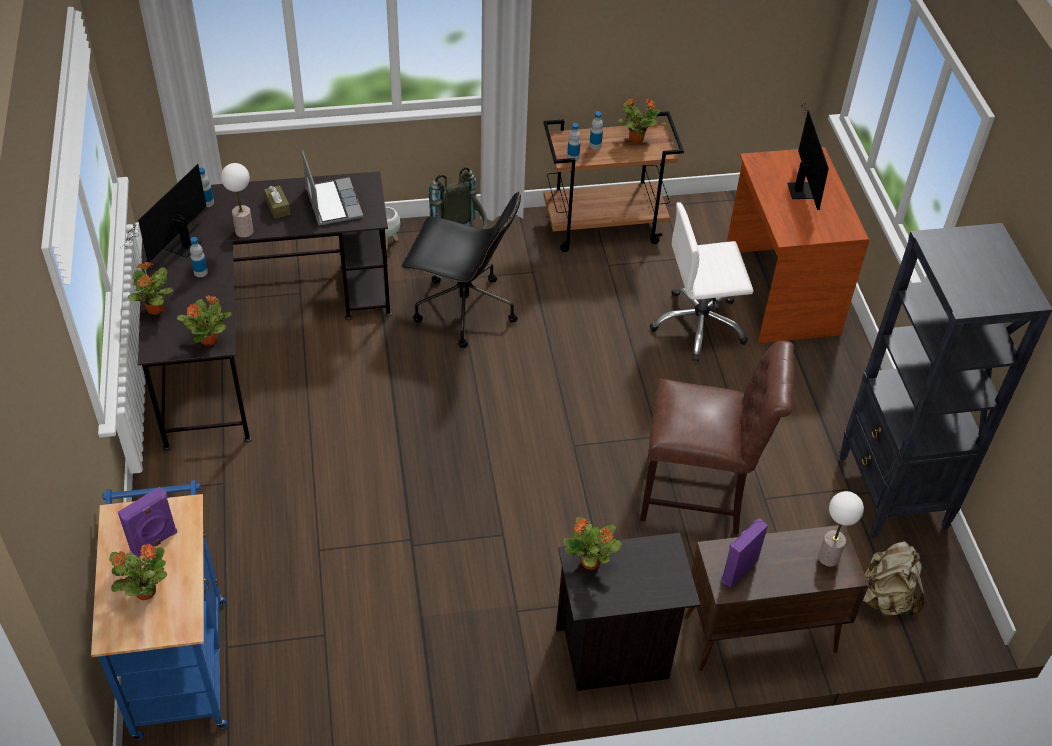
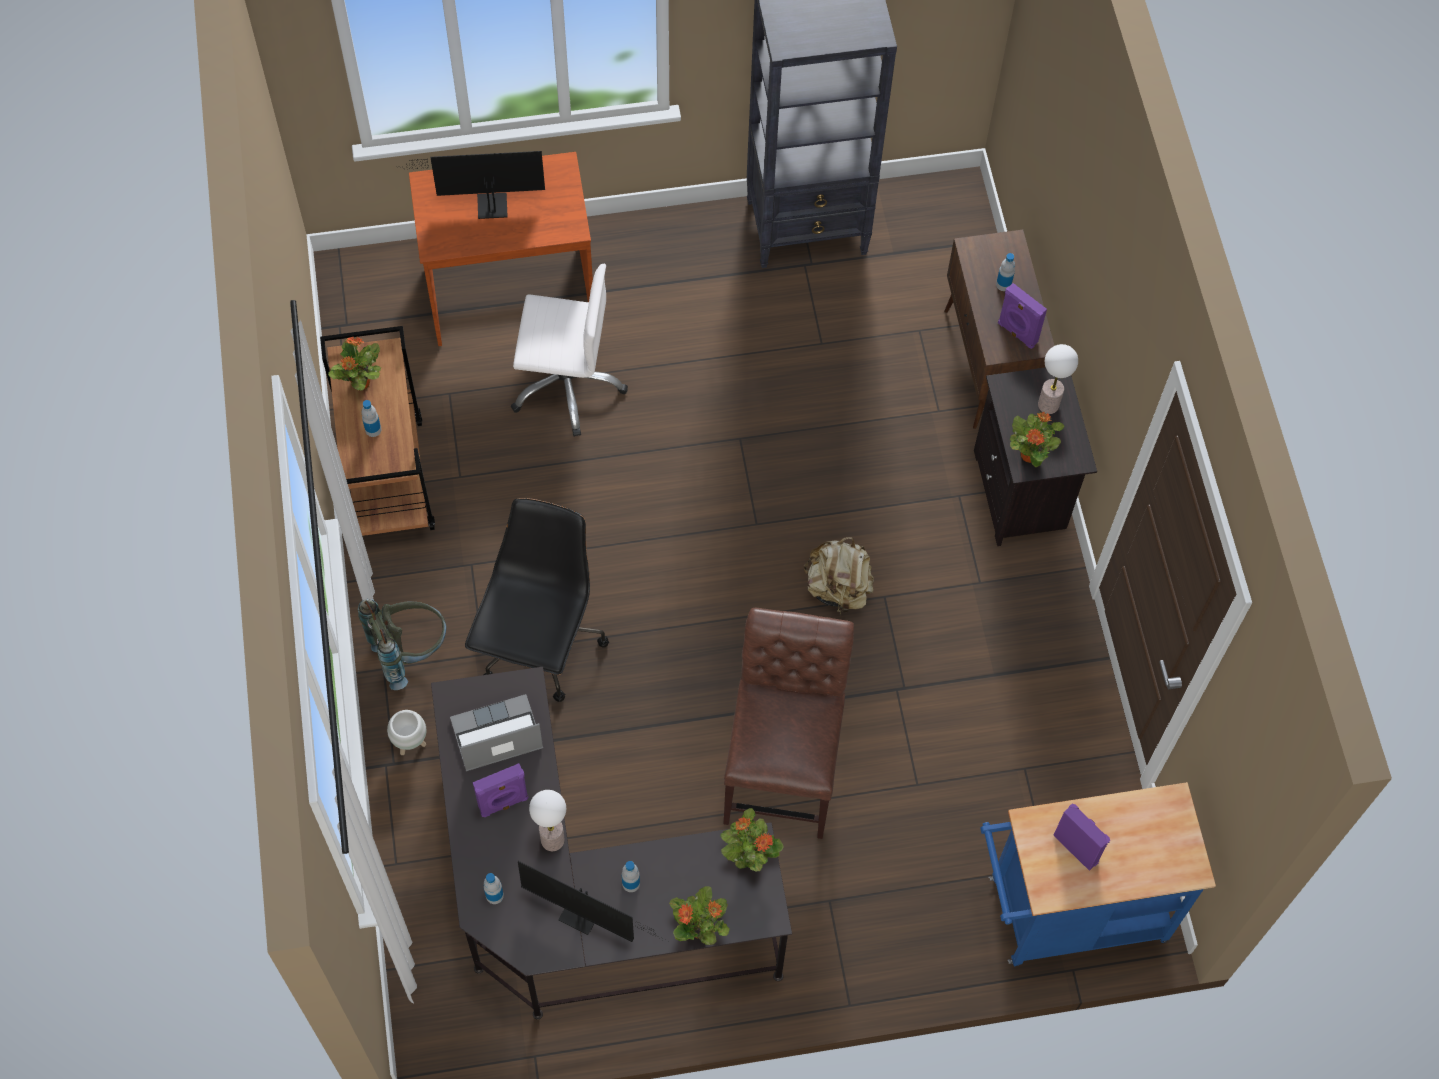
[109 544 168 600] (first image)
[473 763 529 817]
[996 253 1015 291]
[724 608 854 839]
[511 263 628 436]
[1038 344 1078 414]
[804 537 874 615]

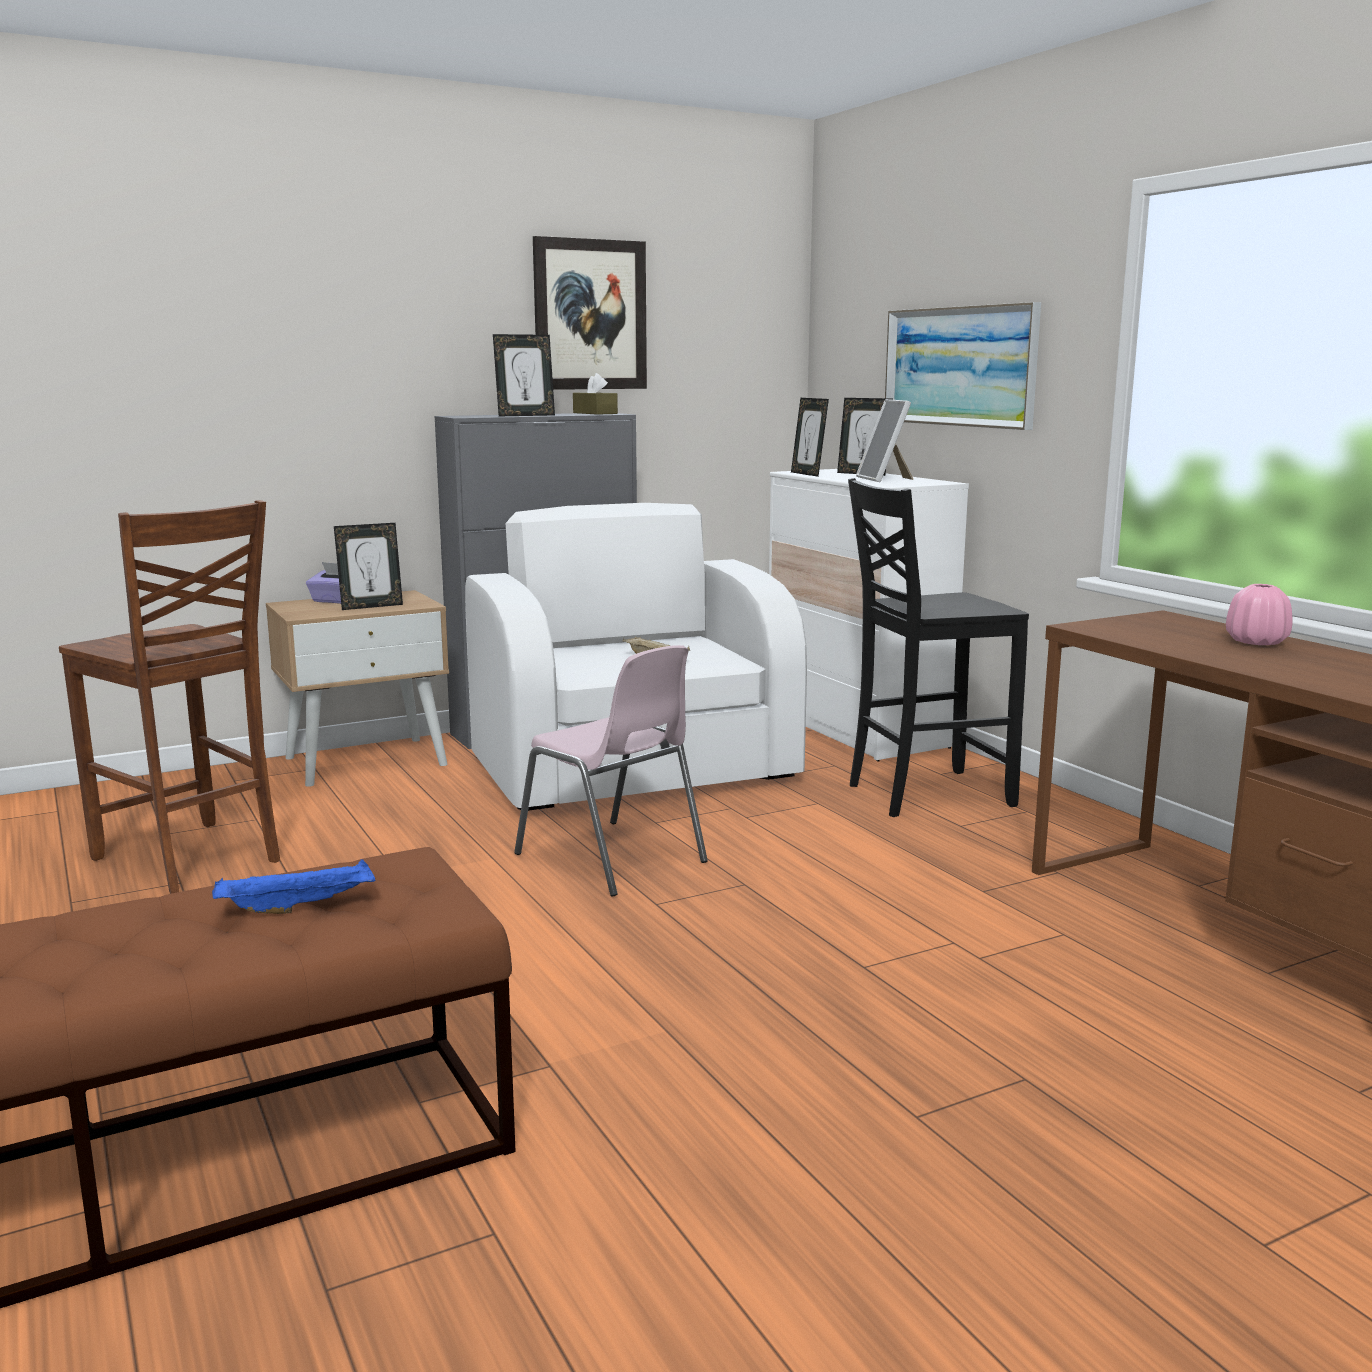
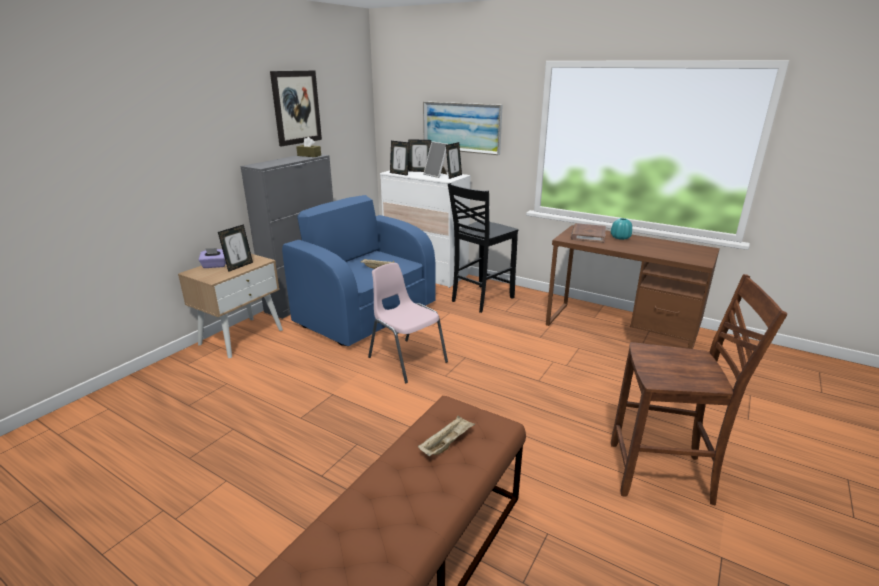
[611 274 787 505]
[418 416 475 456]
[282 195 436 346]
[446 142 462 179]
[368 263 448 383]
[611 218 632 240]
[571 223 606 243]

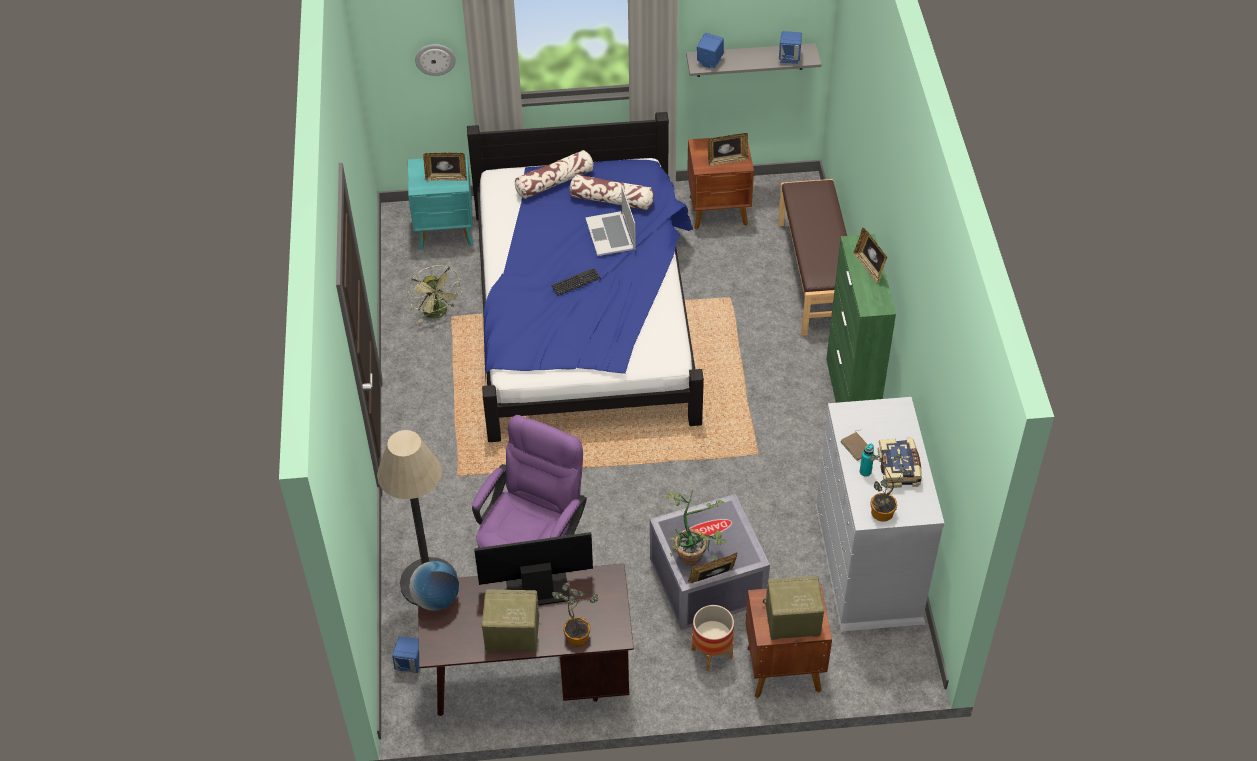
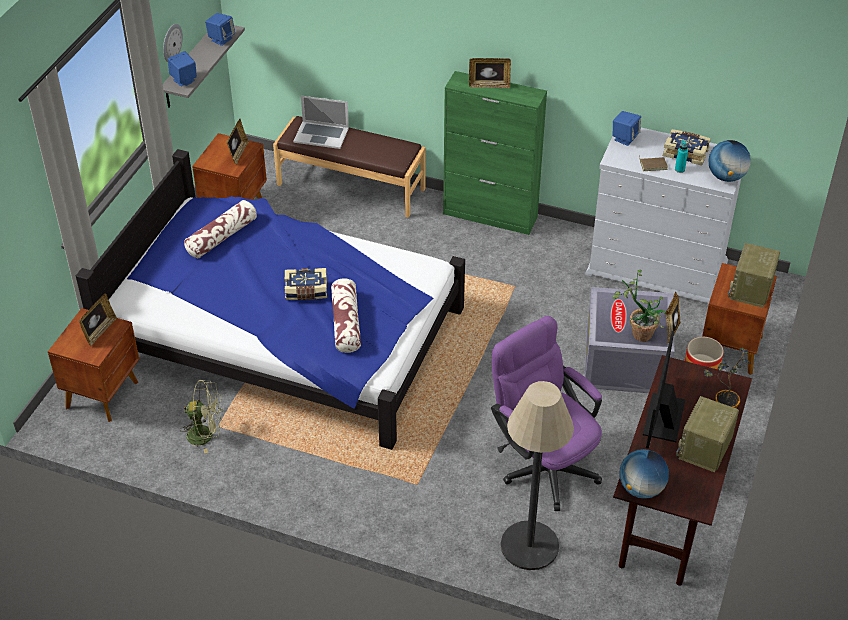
[613 111 641 146]
[48 308 139 422]
[163 24 183 62]
[331 278 361 353]
[285 268 327 300]
[293 96 349 149]
[709 140 751 182]

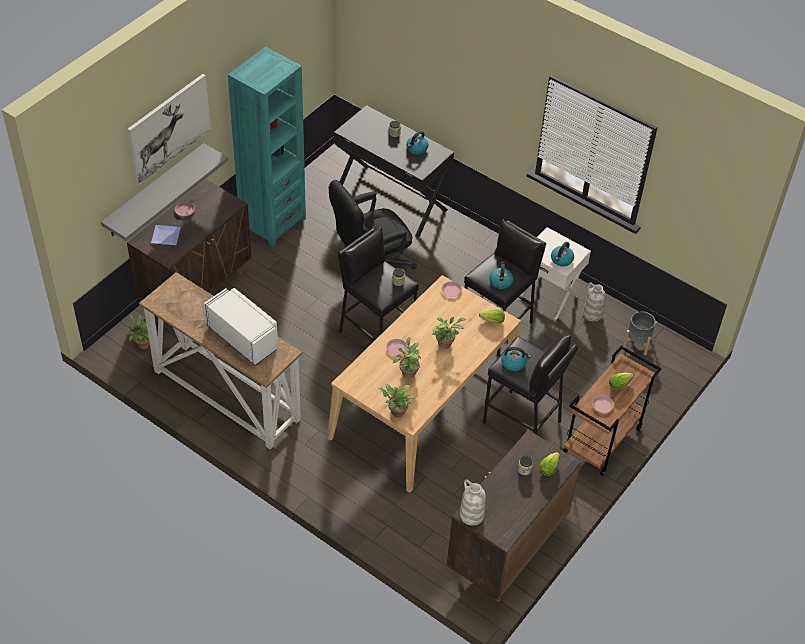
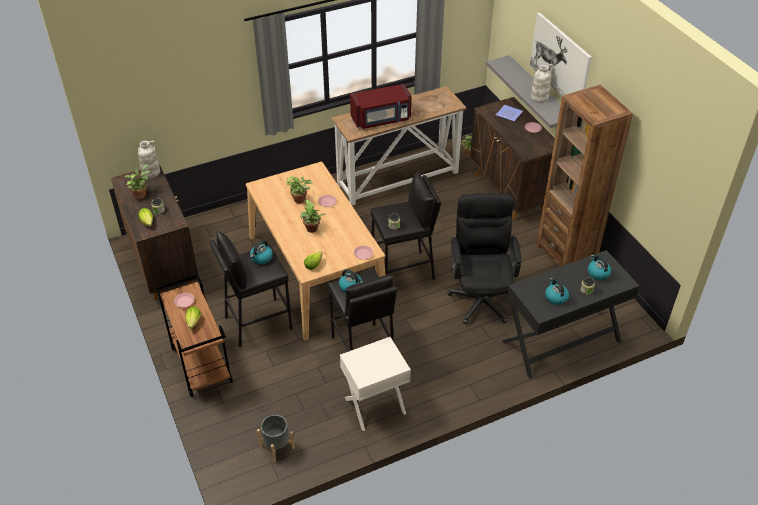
[350 84 411 129]
[537 85 633 267]
[124 165 150 199]
[588 255 611 280]
[531 64 553 103]

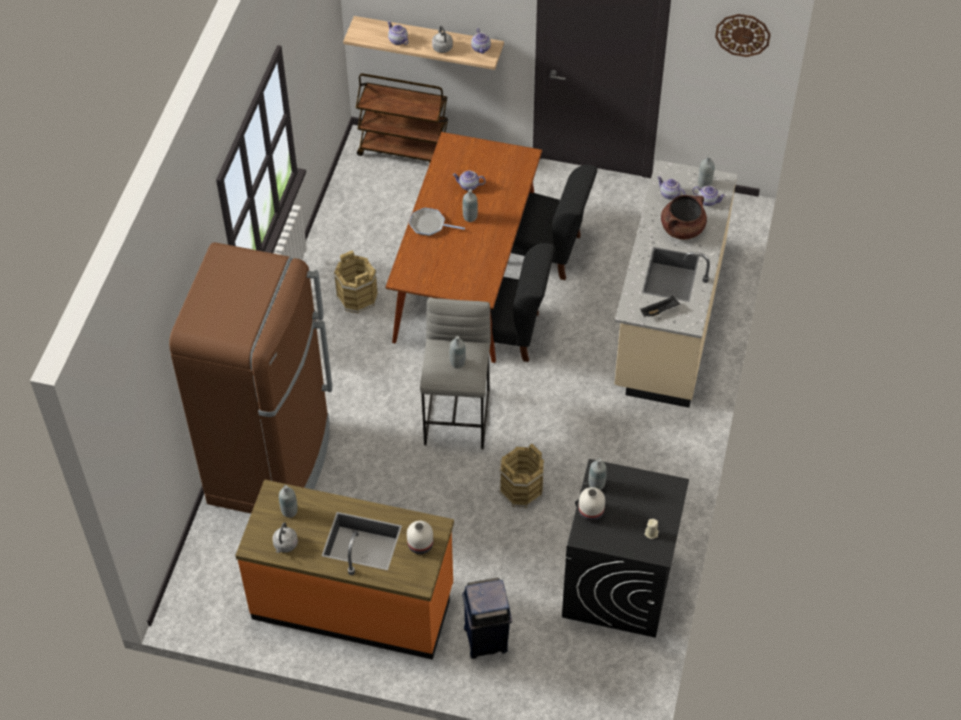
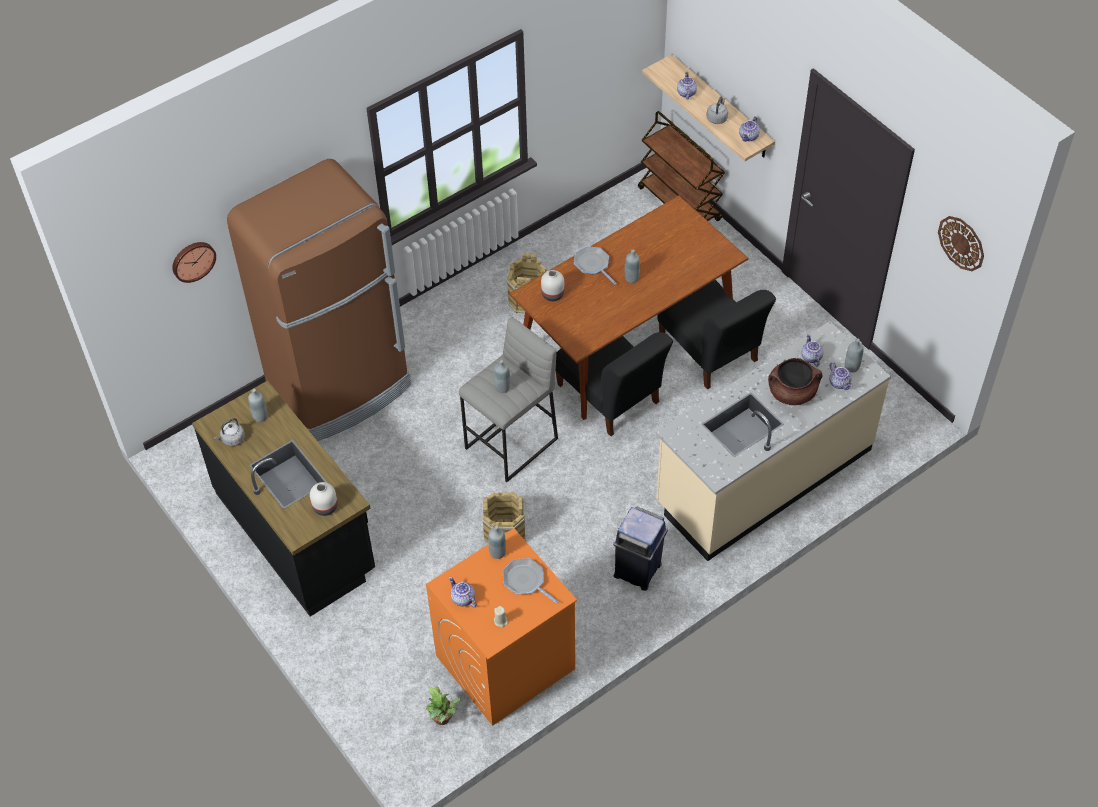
[192 381 375 617]
[449 577 477 608]
[613 506 668 591]
[426 528 577 726]
[541 270 564 301]
[640 296 681 317] (first image)
[172 242 216 283]
[426 686 461 725]
[503 558 559 604]

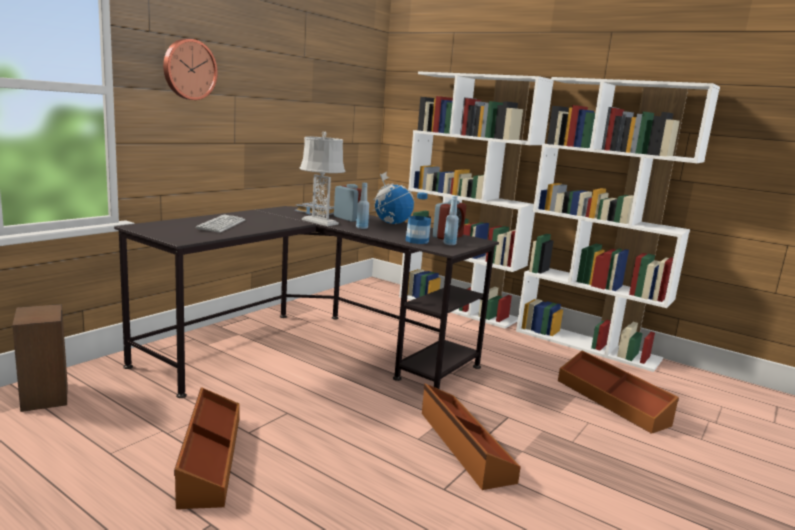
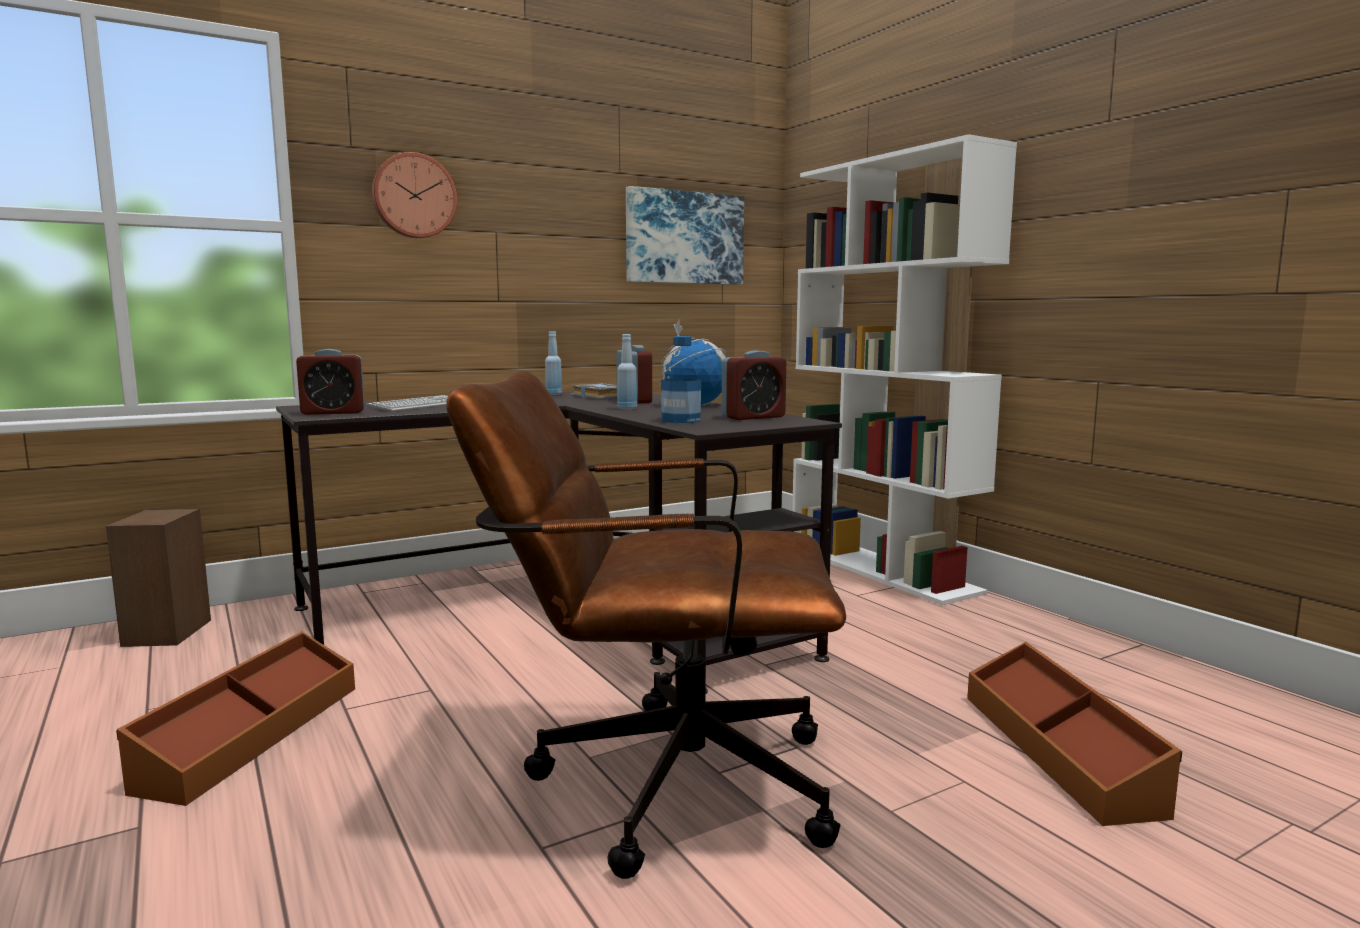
[300 131 345 226] (first image)
[446 370 846 879]
[545 331 562 395]
[516 77 720 372] (first image)
[296 349 365 415]
[626 186 744 284]

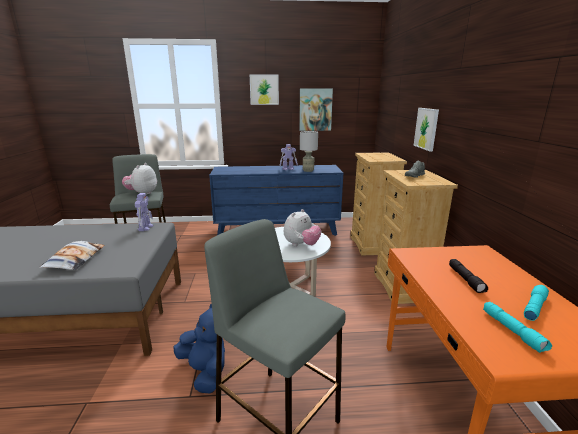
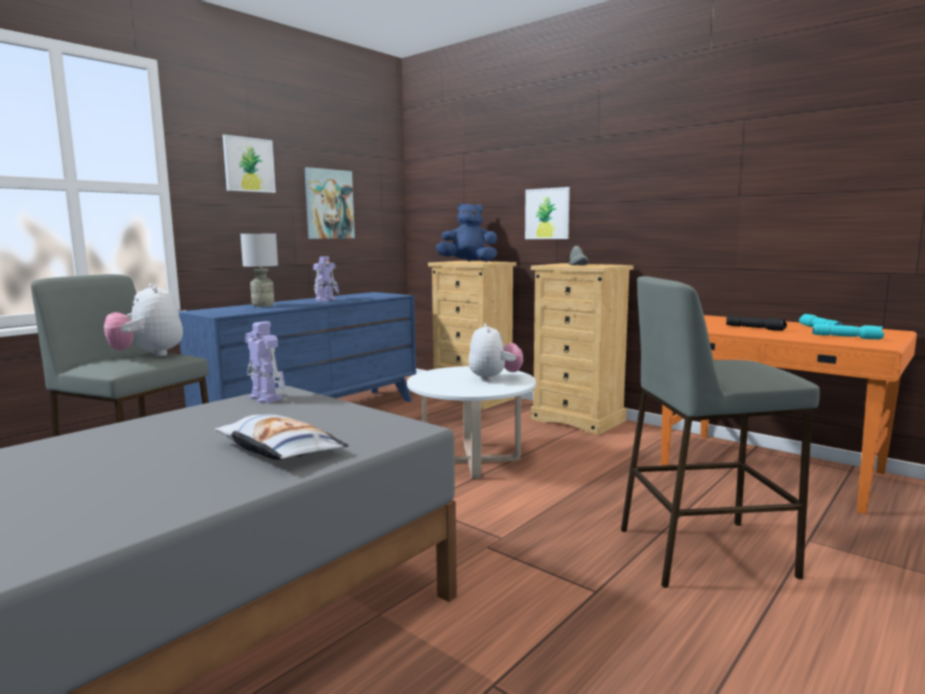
[436 203 497 262]
[240 234 278 307]

